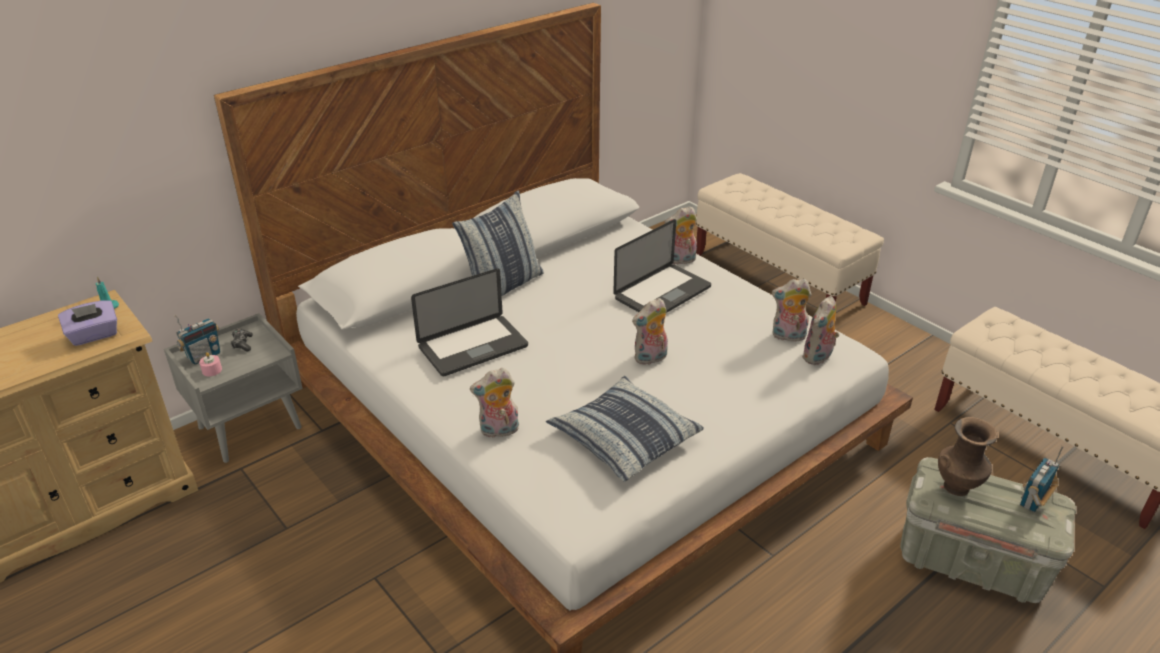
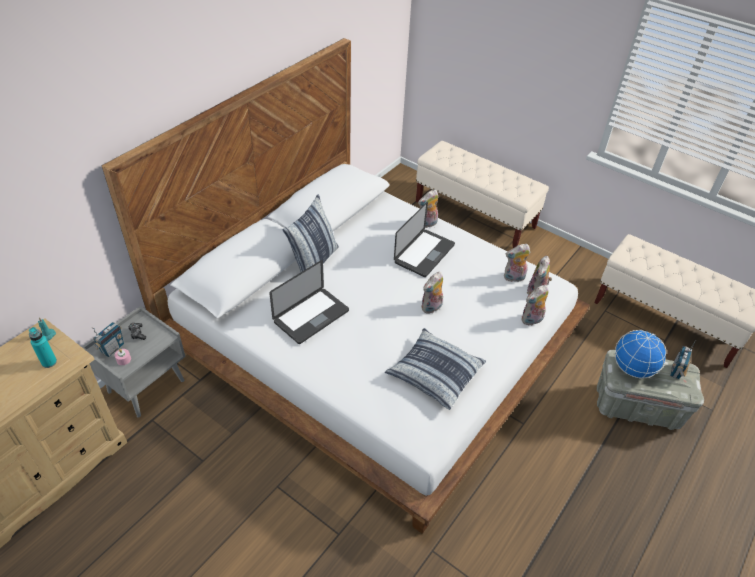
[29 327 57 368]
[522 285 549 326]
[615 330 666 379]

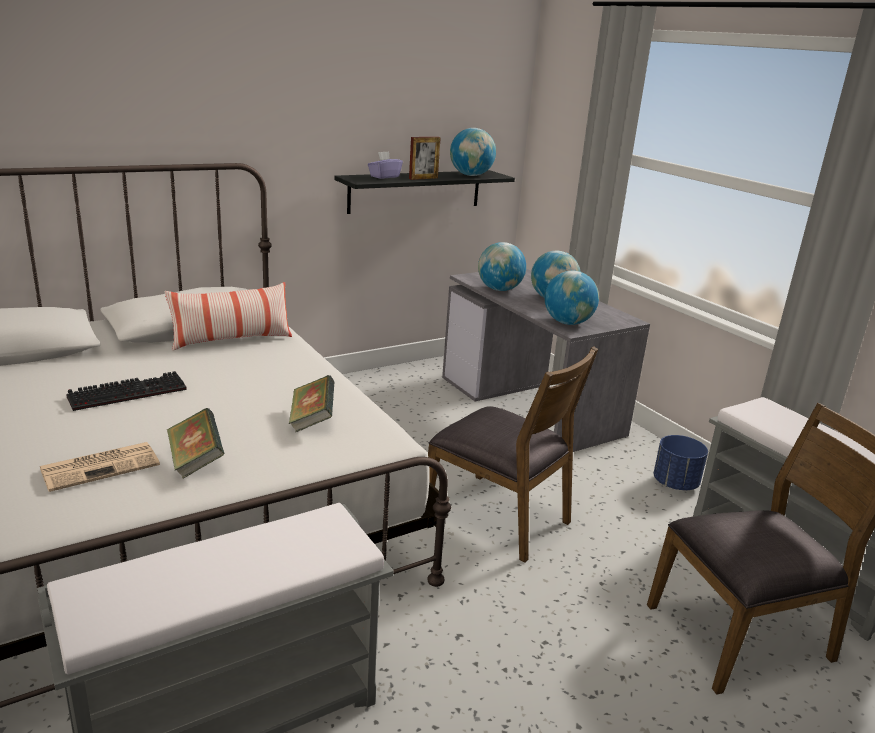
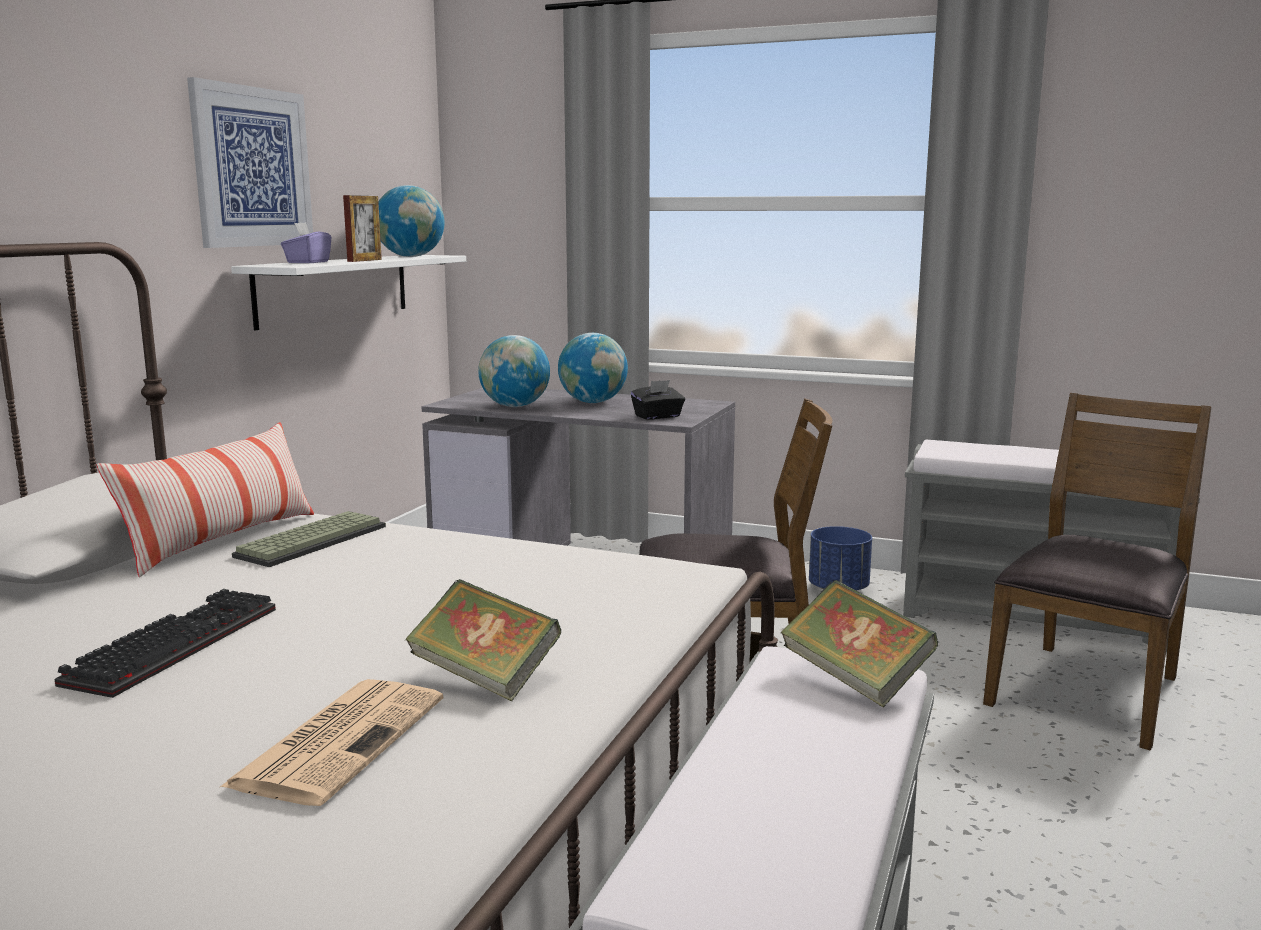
[781 580 938 708]
[231 255 466 330]
[631 380 685 420]
[187 77 313 248]
[232 511 386 567]

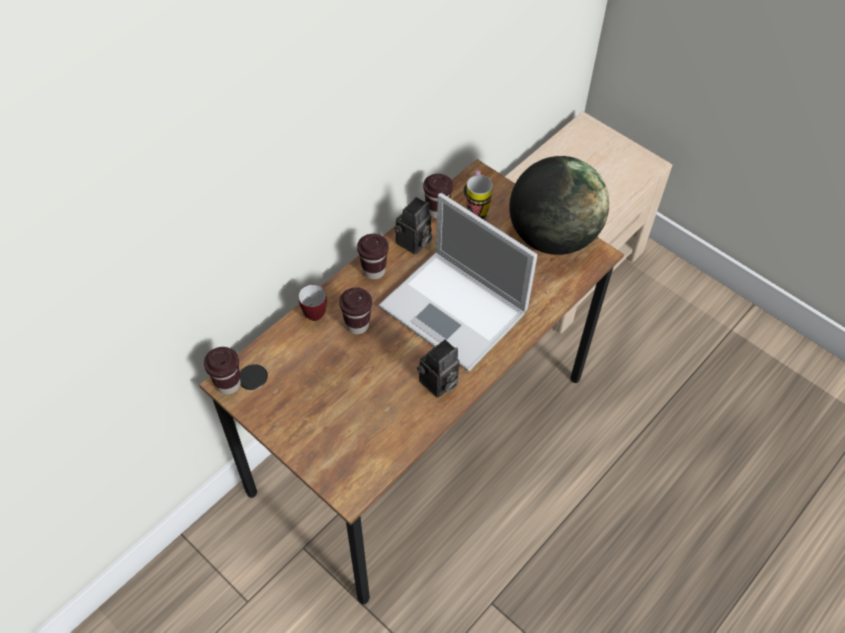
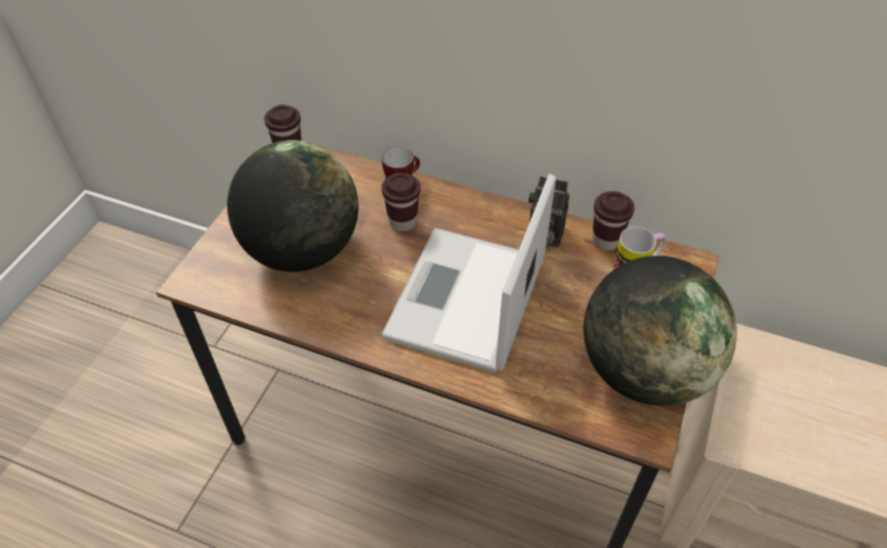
[357 234 389 280] (first image)
[417 339 460 398] (first image)
[227 140 358 272]

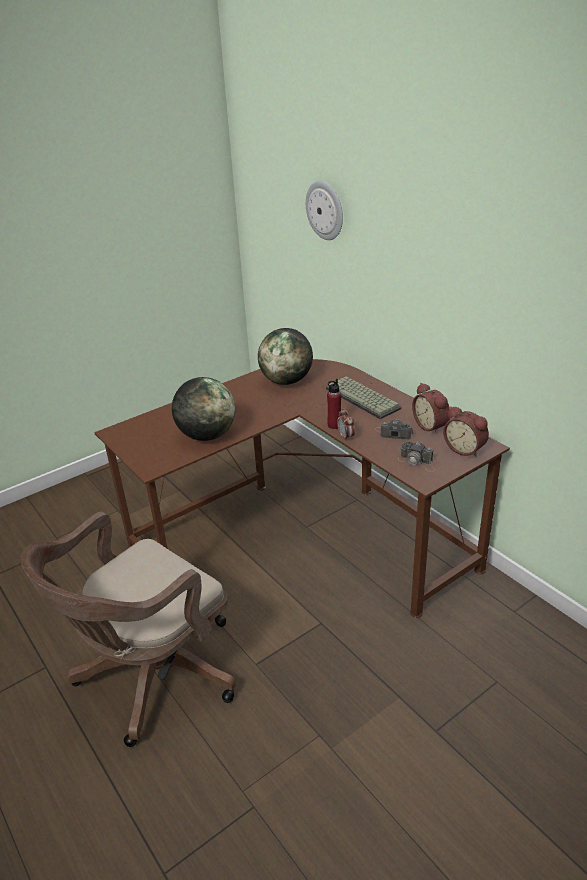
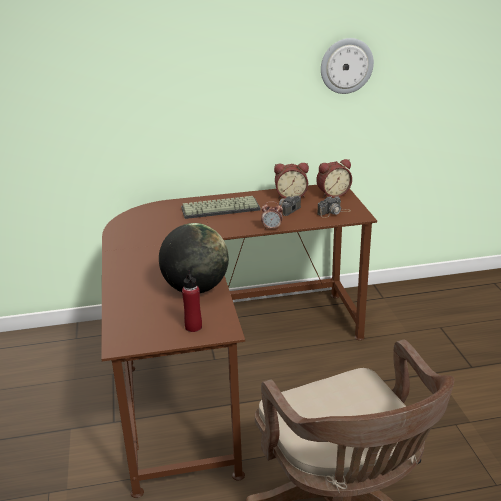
[258 328 313 385] (first image)
[321 38 374 94]
[182 270 202 332]

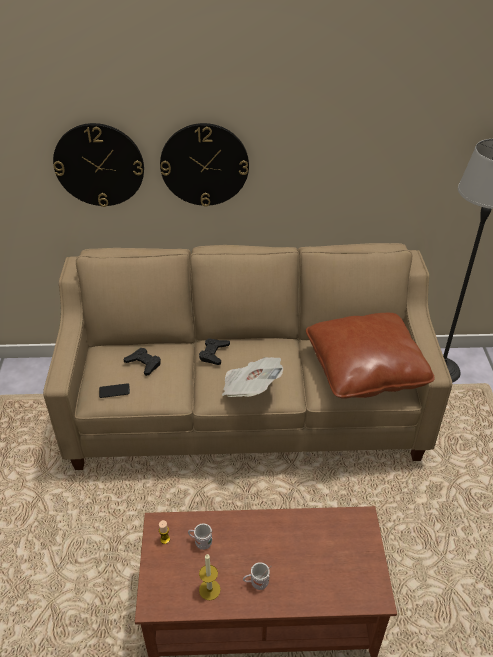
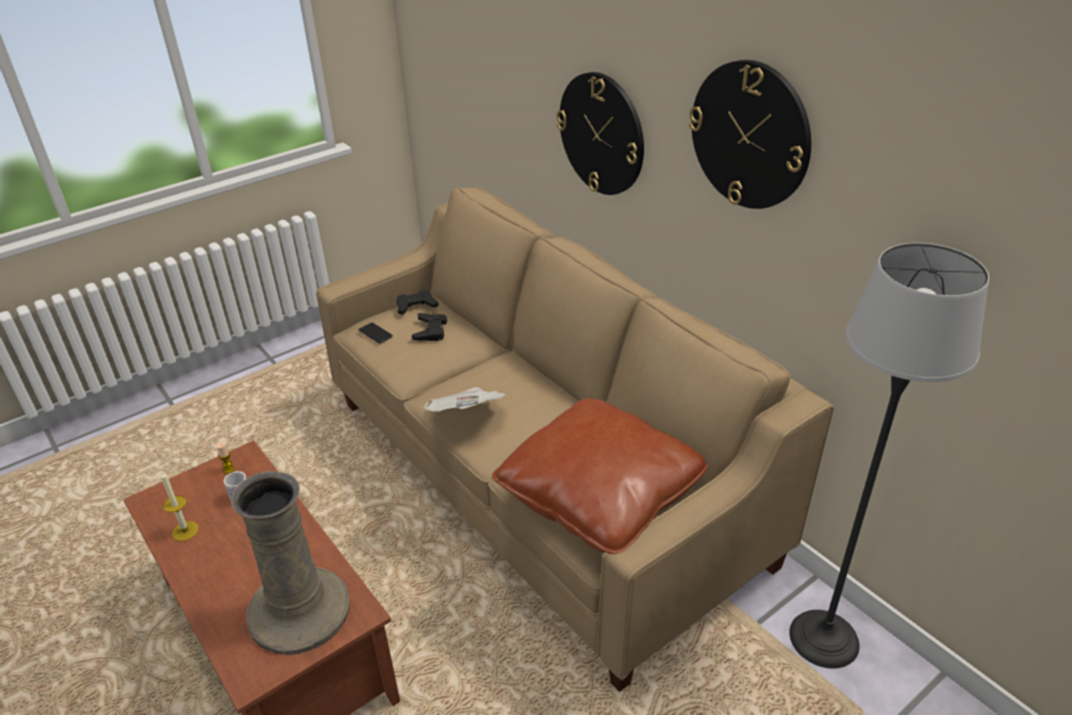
[689 60 811 209]
[396 290 438 315]
[243 562 271 590] (first image)
[231 471 350 655]

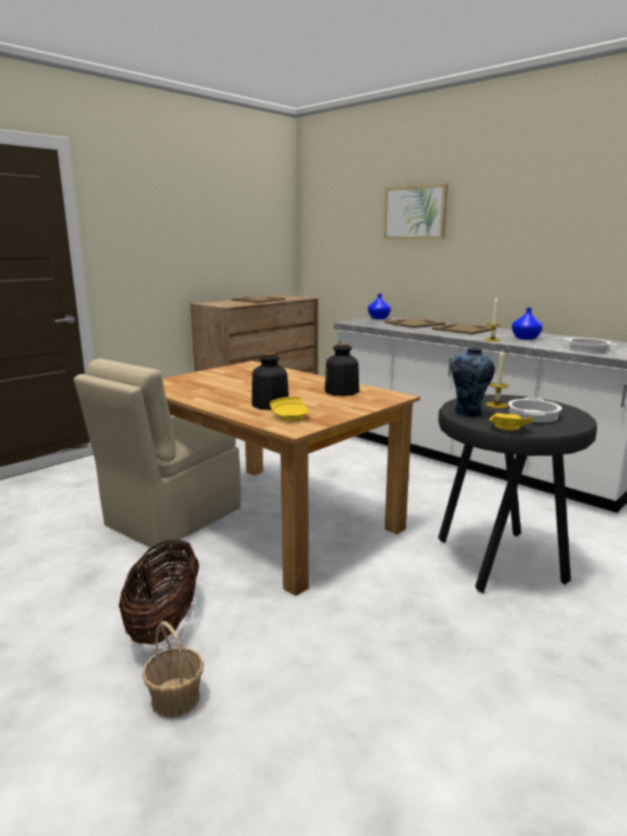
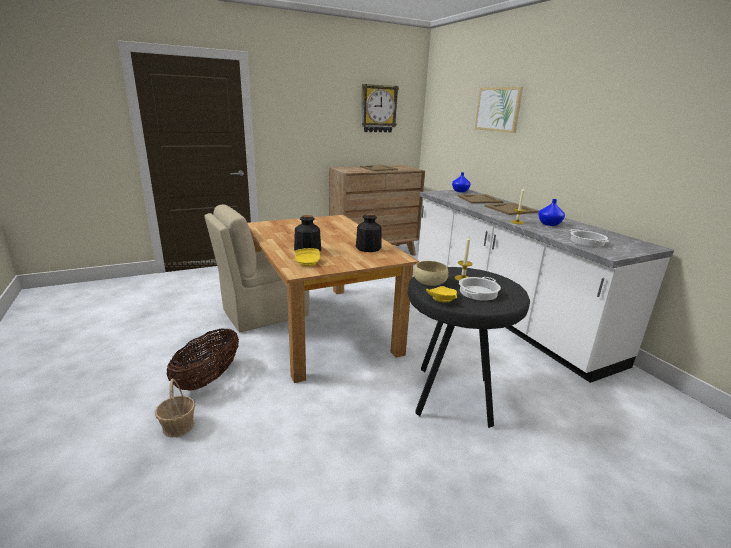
[414 261 449 286]
[361 84 399 132]

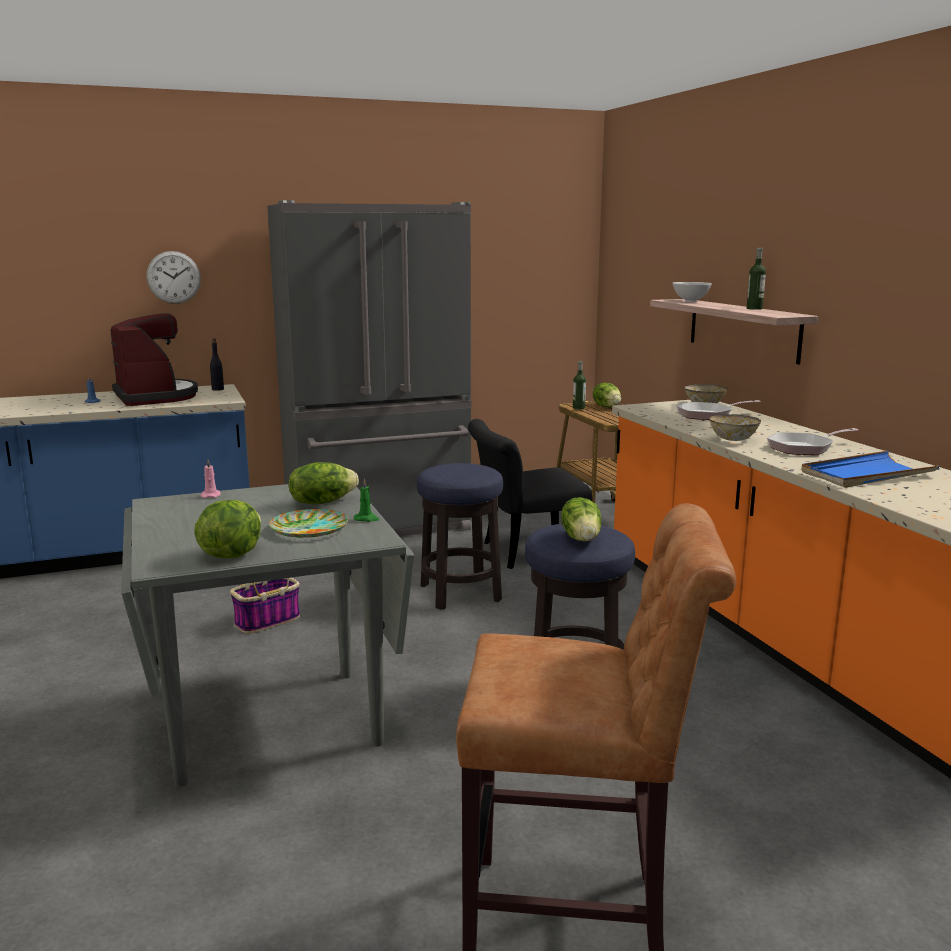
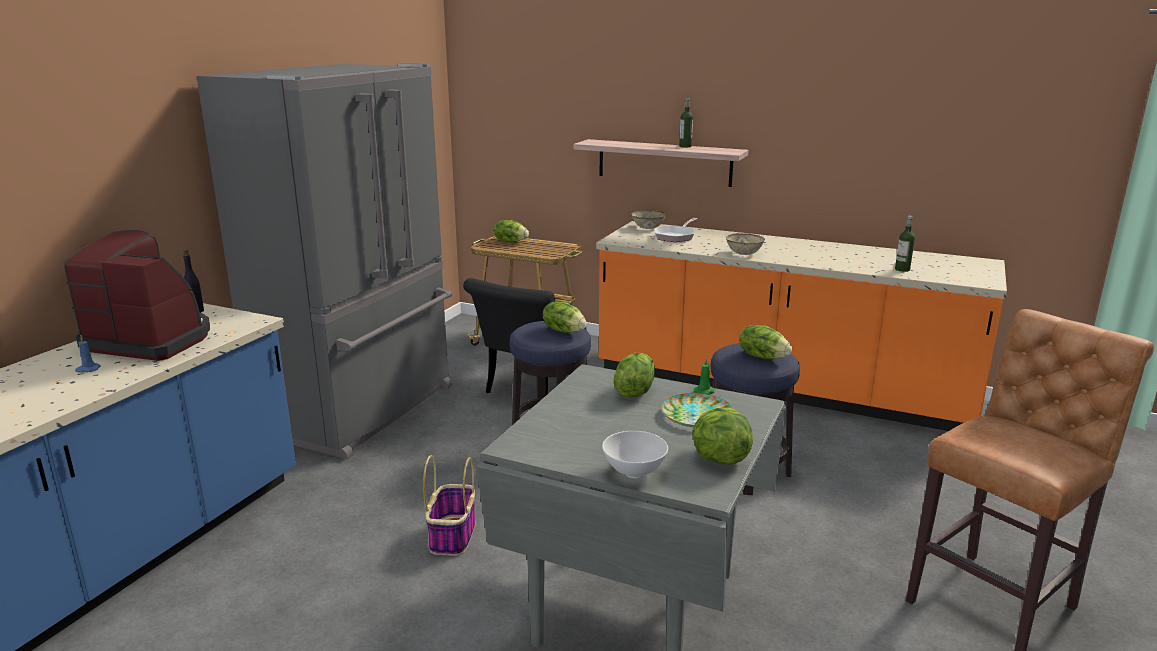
[146 251 201 304] (first image)
[201 460 221 498] (first image)
[895 216 915 272]
[602 431 668 478]
[767 428 859 455] (first image)
[801 451 940 488] (first image)
[543 302 587 333]

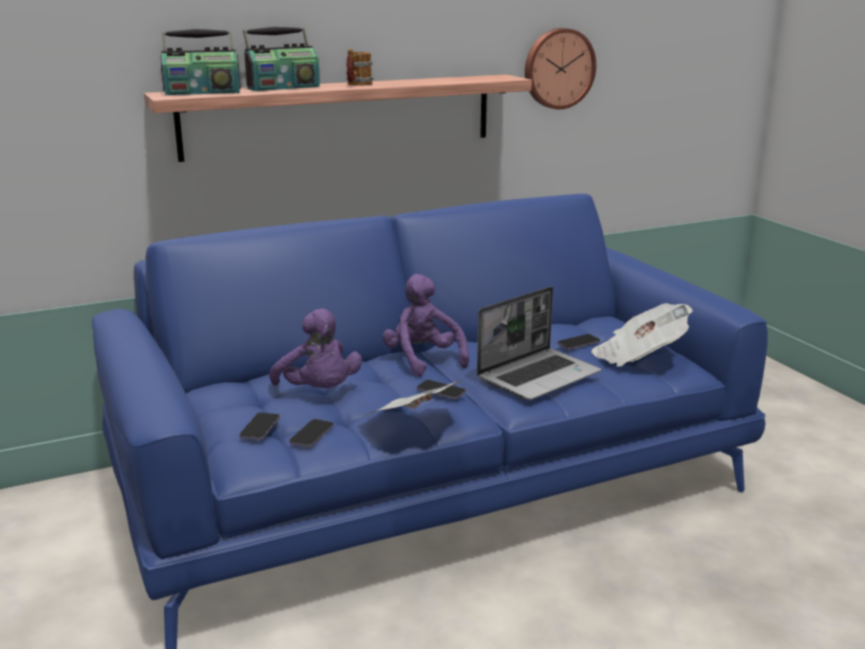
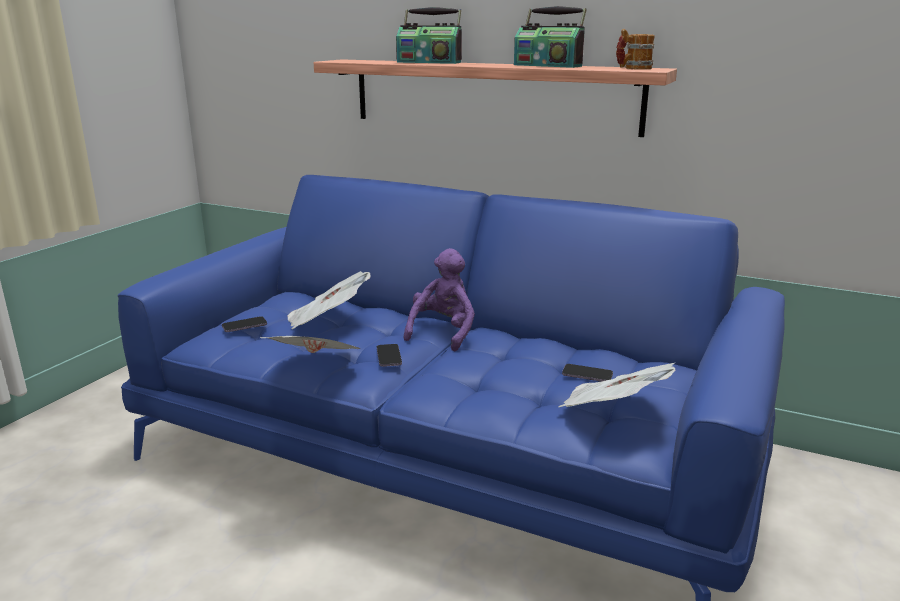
[514 6 587 68]
[287 271 371 329]
[289 419 334 447] (first image)
[616 29 655 69]
[477 287 601 400] (first image)
[525 28 596 109] (first image)

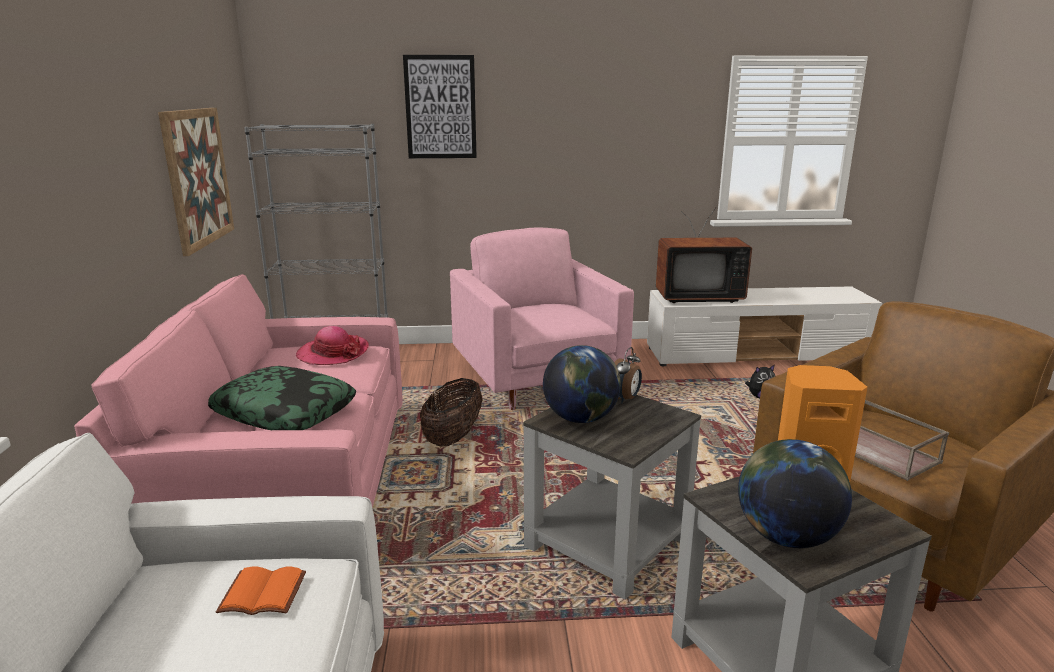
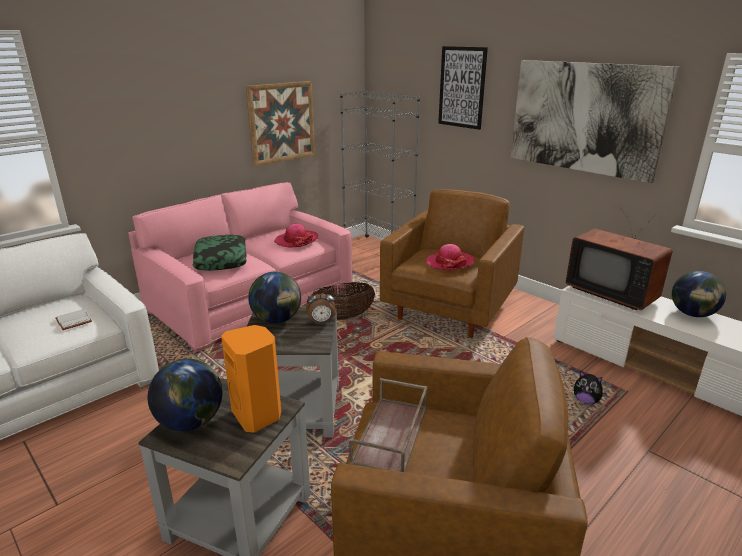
[55 309 92 330]
[380 189 524 338]
[425 244 475 271]
[511 60 679 183]
[672 271 726 317]

